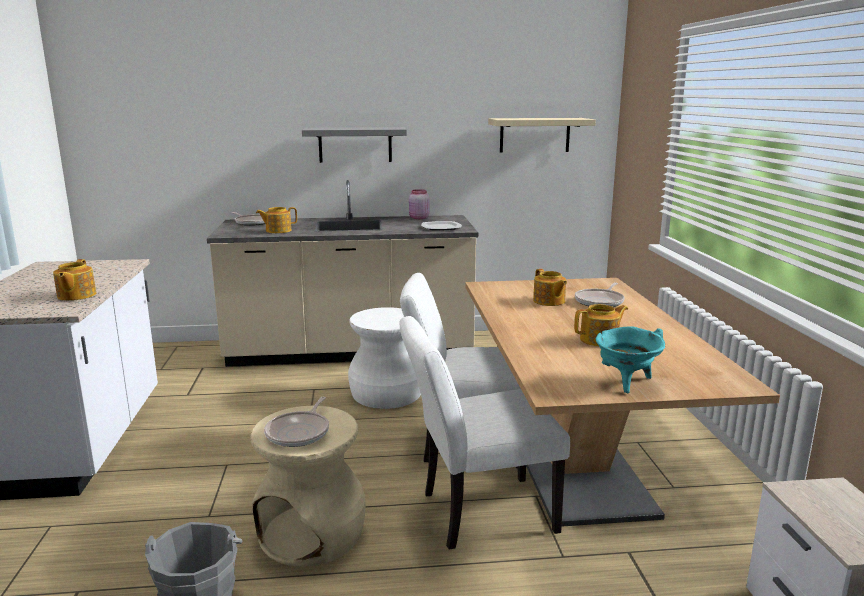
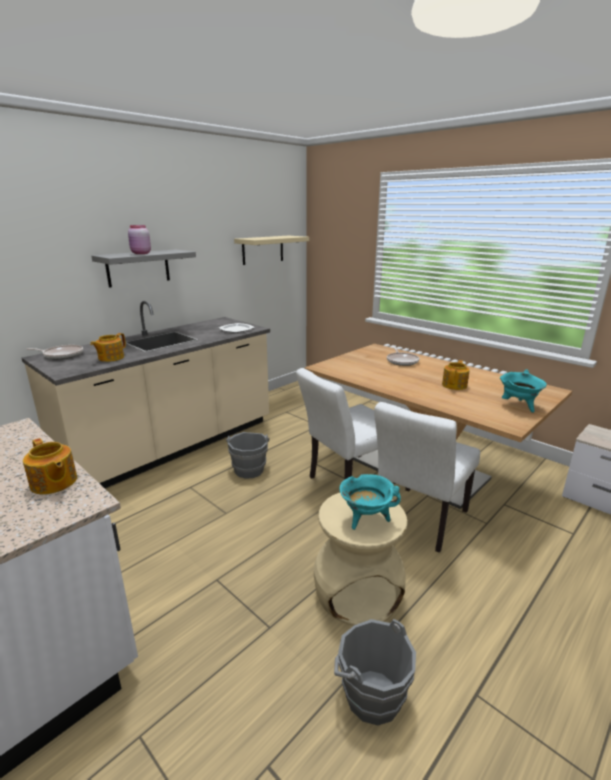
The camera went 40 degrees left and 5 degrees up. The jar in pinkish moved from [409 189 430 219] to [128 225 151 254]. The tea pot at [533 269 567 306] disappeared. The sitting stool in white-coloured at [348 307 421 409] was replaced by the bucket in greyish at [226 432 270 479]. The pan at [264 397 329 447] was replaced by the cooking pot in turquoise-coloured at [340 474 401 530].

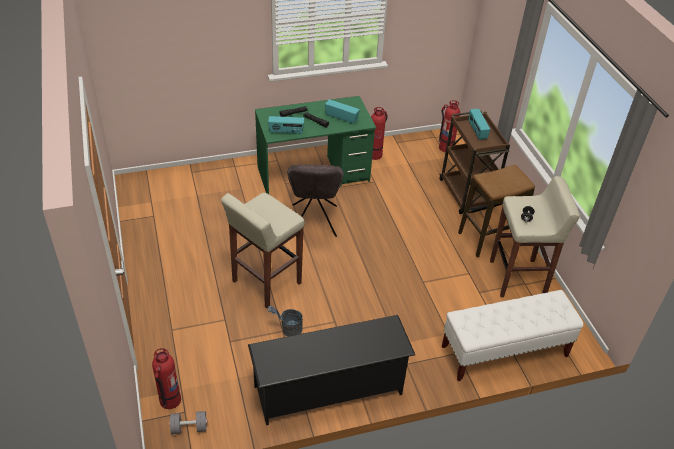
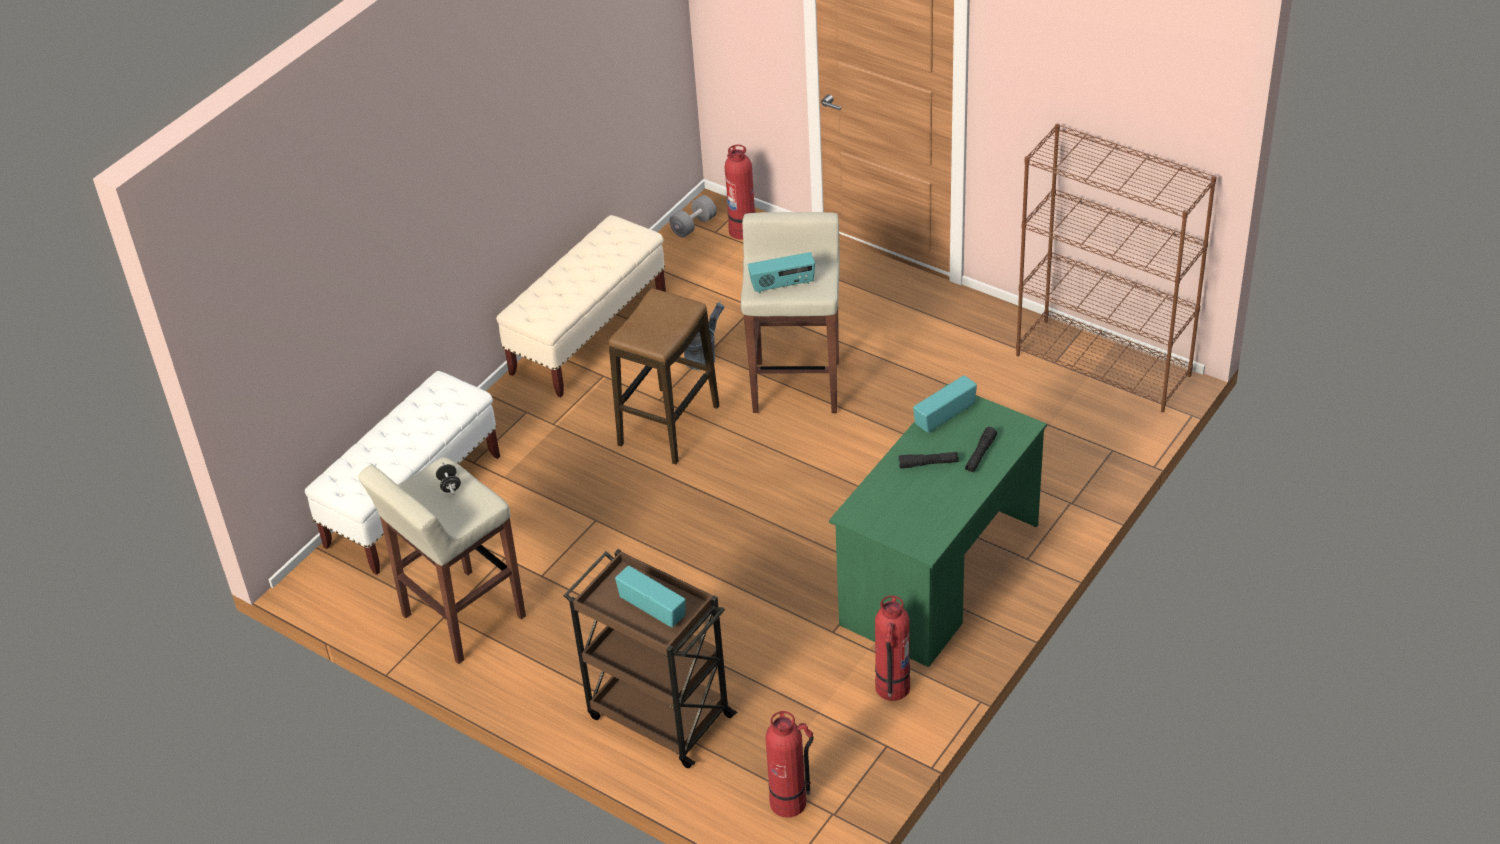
The camera went 145 degrees right and 0 degrees up. The radio set moved from [325 99 360 124] to [748 252 815 293]. The chair in greyish at [288 164 344 237] disappeared. The sitting stool moved from [458 164 535 257] to [609 288 720 464]. The shoe stand in blackish at [248 315 415 425] was replaced by the long seat in beige at [496 215 666 397]. The bookcase in brown-coloured at [1016 124 1217 412] appeared.

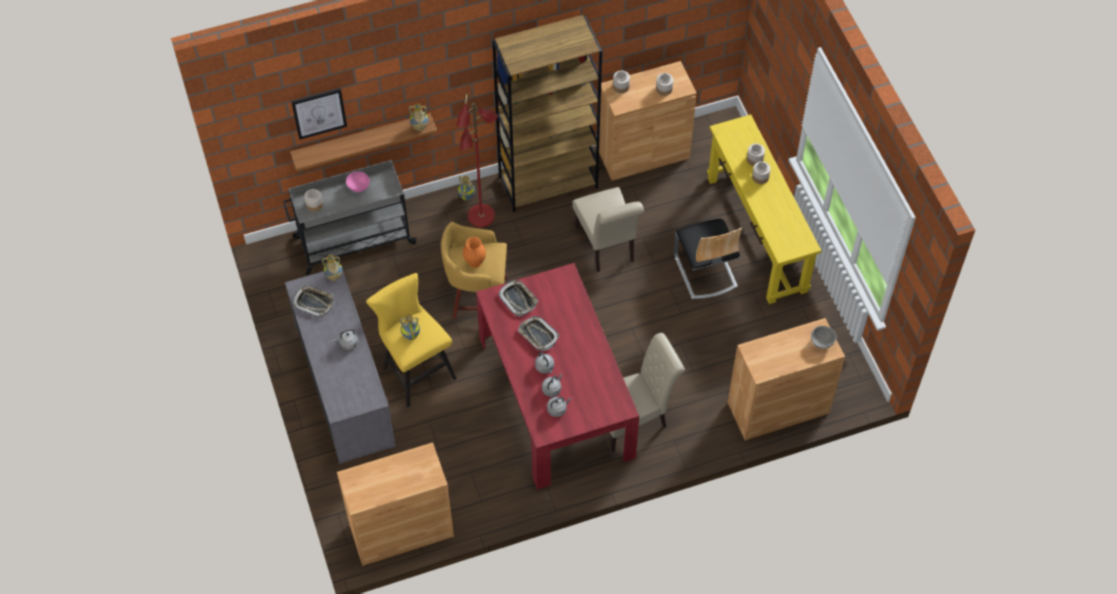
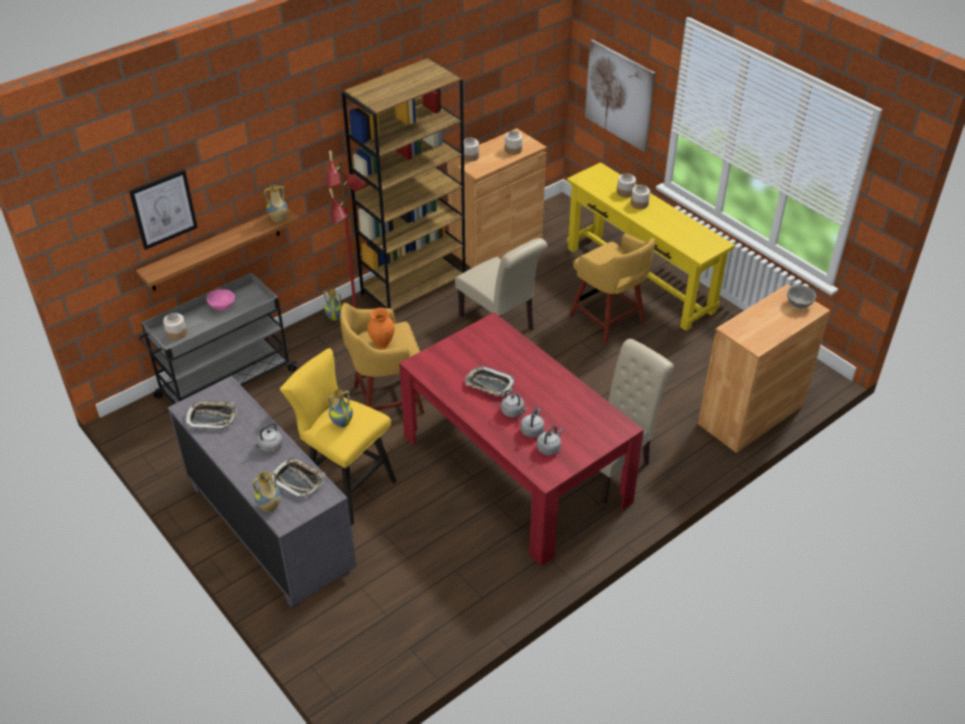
The camera went 20 degrees left and 15 degrees down. The chair at [674 219 742 299] was replaced by the sitting stool in yellow-coloured at [569 233 655 344]. The vase moved from [322 255 343 281] to [252 472 281 512]. The tray moved from [498 280 538 316] to [270 458 325 499]. The cupboard in brown-coloured at [337 442 454 566] disappeared. The wall art at [585 39 655 152] appeared.

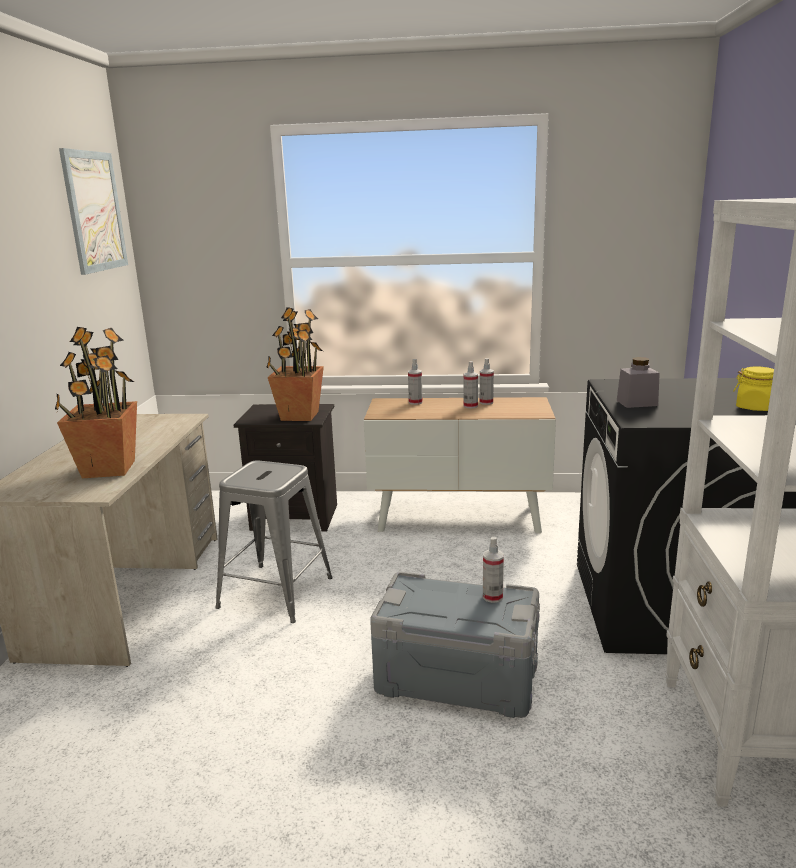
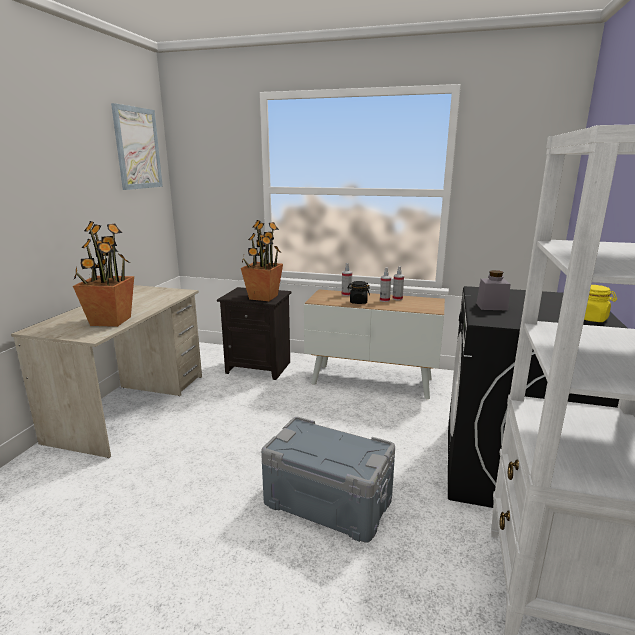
The camera went 10 degrees right and 0 degrees up. The sitting stool in greyish at [215 461 333 623] disappeared. The hand sprayer at [483 536 504 603] disappeared. The jar in blackish at [347 281 370 304] appeared.

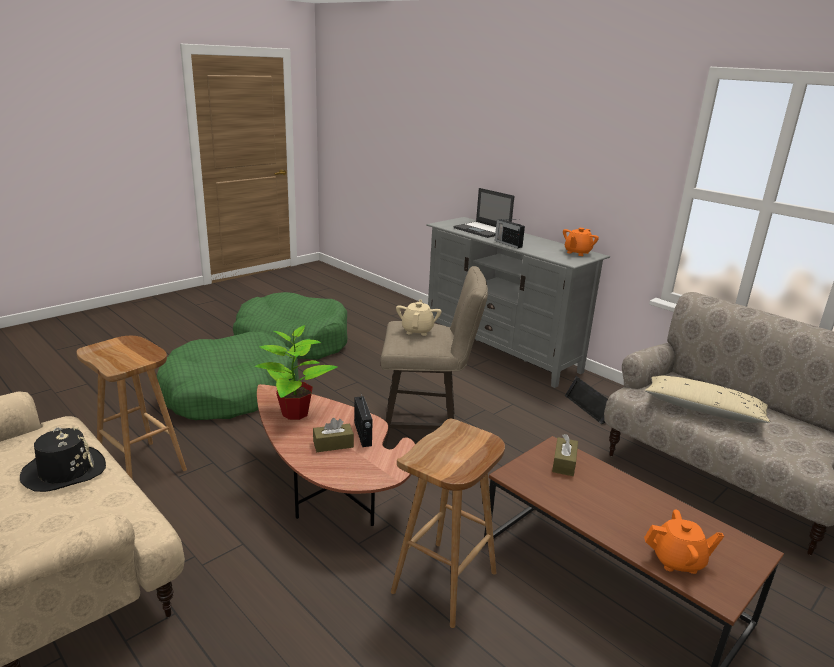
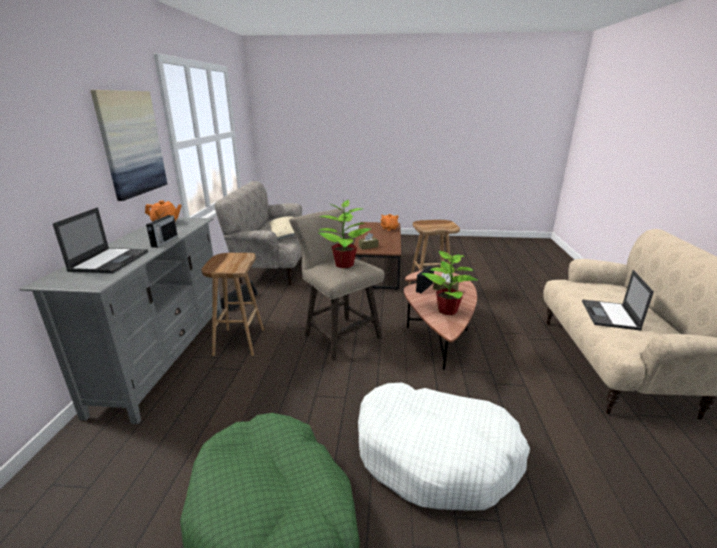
The camera went 130 degrees left and 0 degrees up. The tea pot in beige at [396 300 442 336] was replaced by the potted plant at [319 200 371 268]. The pet bed in greenish at [157 332 299 420] became the pet bed in white-coloured at [358 383 530 510]. The sitting stool in brown-coloured moved from [76 336 187 480] to [201 253 264 356]. The clothing hat in blackish at [20 427 106 492] was replaced by the notebook computer at [582 270 654 330]. The wall art at [90 90 167 201] appeared.

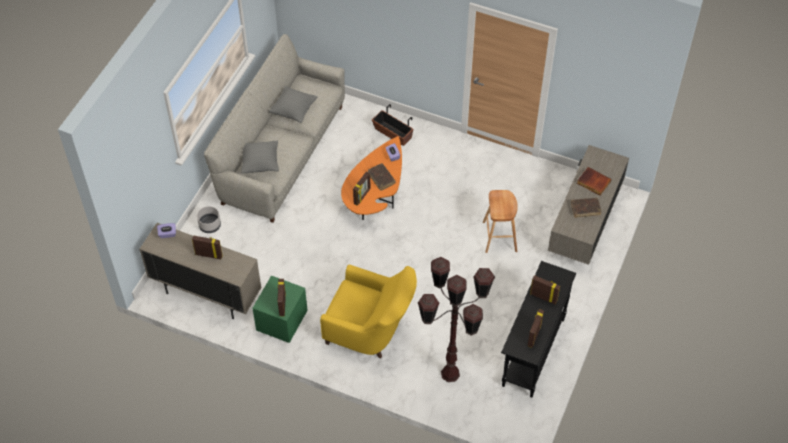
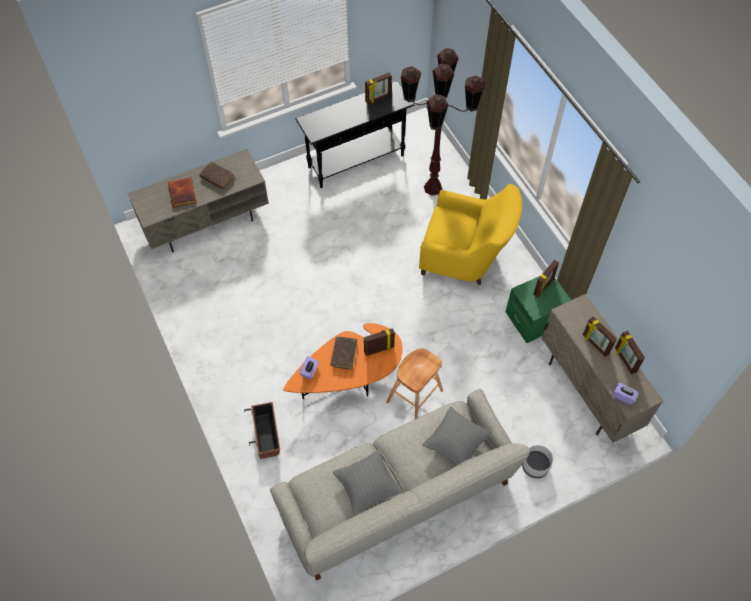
The camera went 140 degrees left and 5 degrees up. The sitting stool in brown-coloured moved from [483 190 518 253] to [386 348 443 419]. The easy chair in yellow-coloured at [320 265 417 358] turned 135 degrees clockwise. The standing frame moved from [530 275 560 305] to [615 331 645 374].

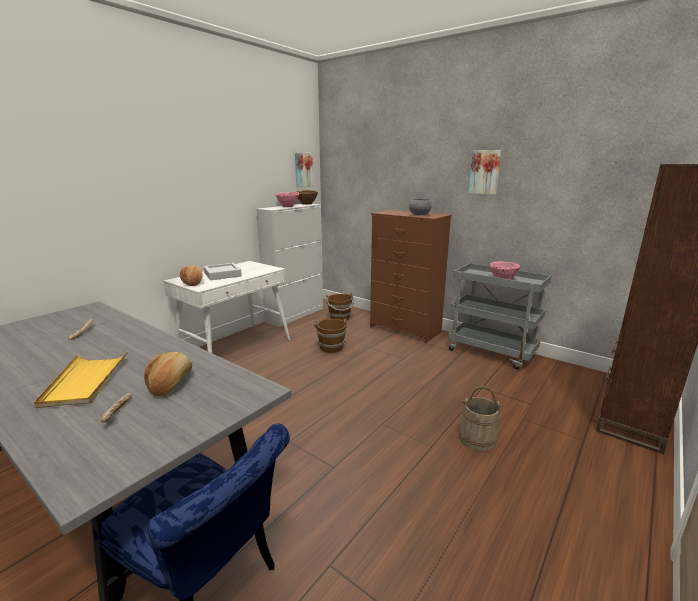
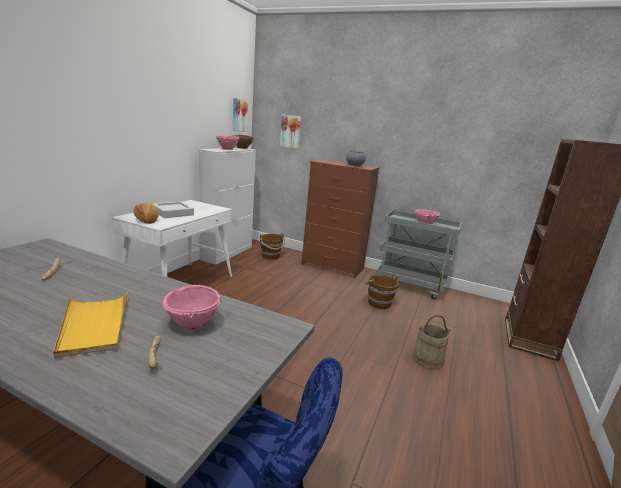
The camera went 15 degrees left and 0 degrees up. The wall art moved from [469 150 501 194] to [280 115 301 149]. The bucket in brown-coloured moved from [314 318 347 353] to [365 275 399 309]. The bakery bread at [144 352 192 397] was replaced by the deep dish in pinkish at [162 285 222 331].

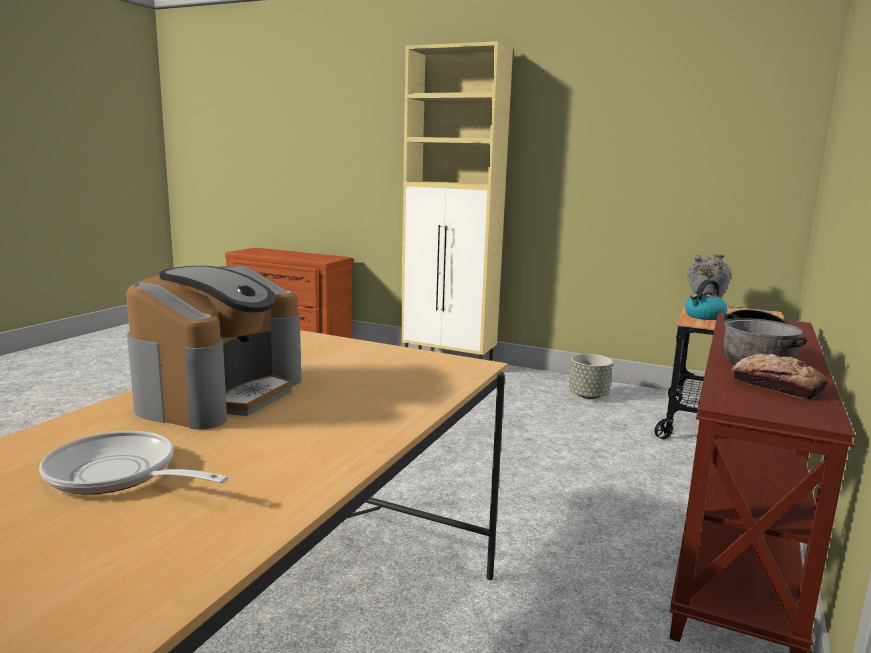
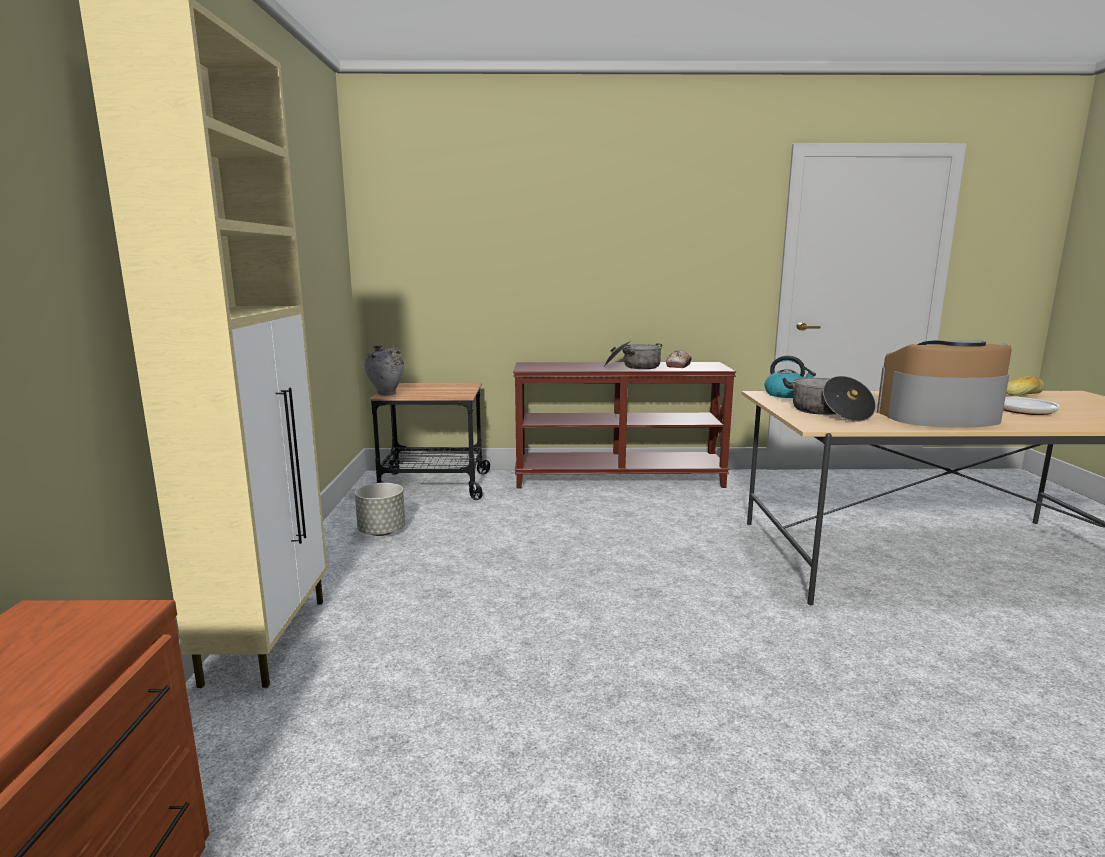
The camera went 115 degrees left and 0 degrees up. The water kettle moved from [685 279 727 320] to [765 356 816 398]. The cooking pot at [782 376 876 422] appeared. The bakery bread at [1006 376 1044 396] appeared.

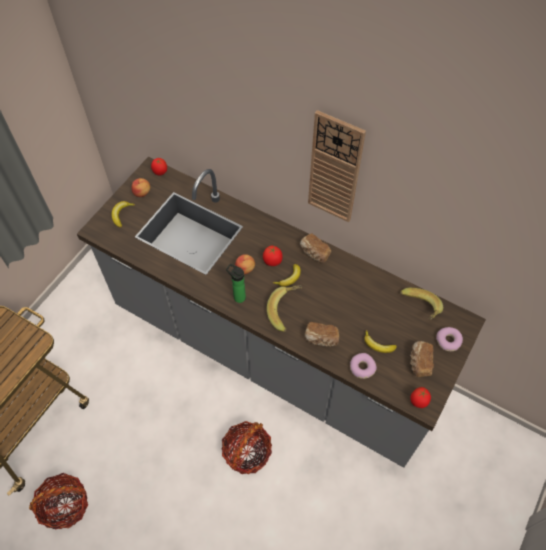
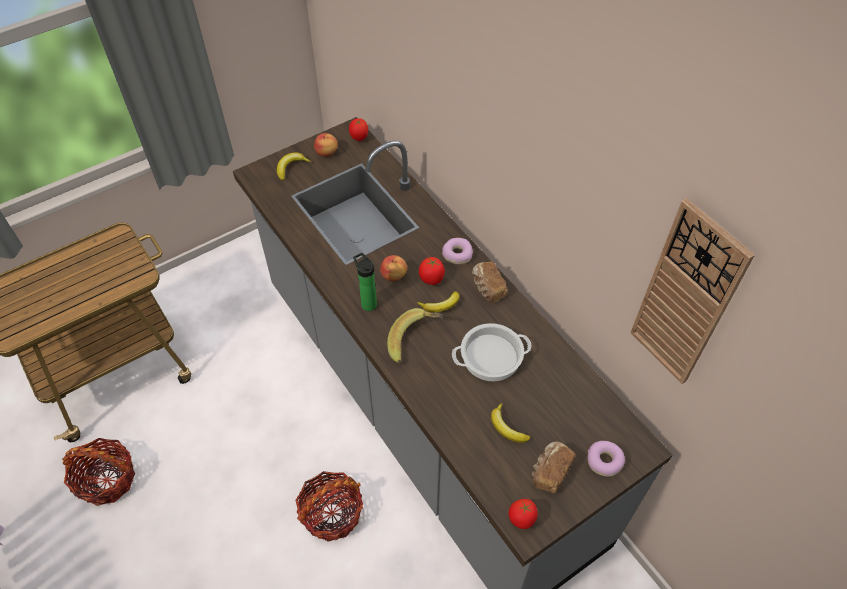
The camera went 25 degrees right and 5 degrees down. The wall clock moved from [308 110 366 222] to [630 198 755 384]. The whole banana at [400 288 443 319] disappeared. The bakery bread at [305 322 339 347] disappeared. The ring doughnut moved from [350 353 377 379] to [442 238 473 264]. The cooking pot at [452 323 532 381] appeared.

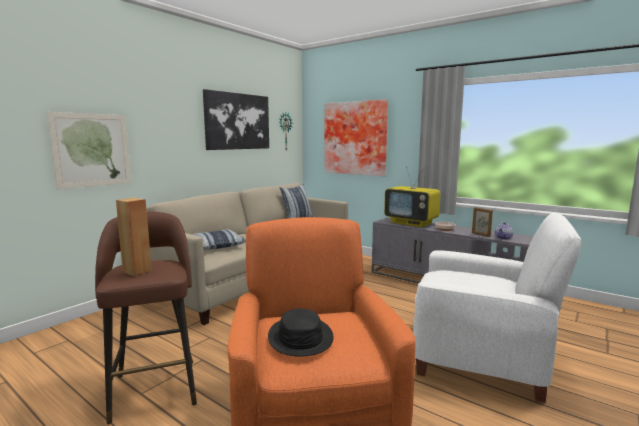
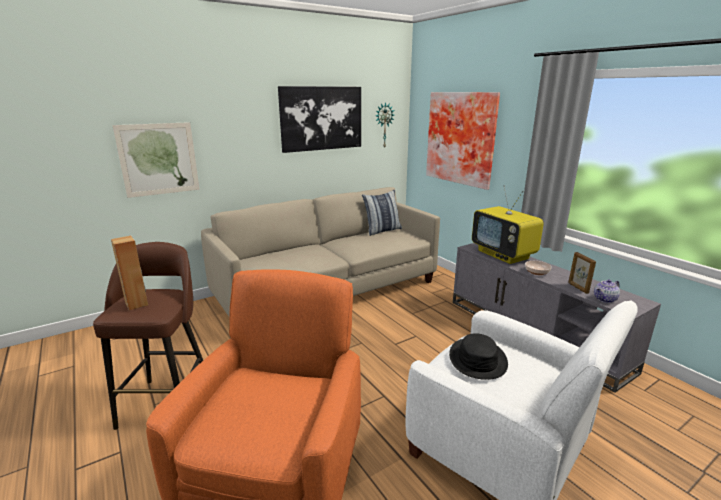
The camera went 20 degrees right and 10 degrees up. The cushion at [192 229 246 250] disappeared. The clothing hat in blackish moved from [268 308 334 357] to [449 333 508 380].

